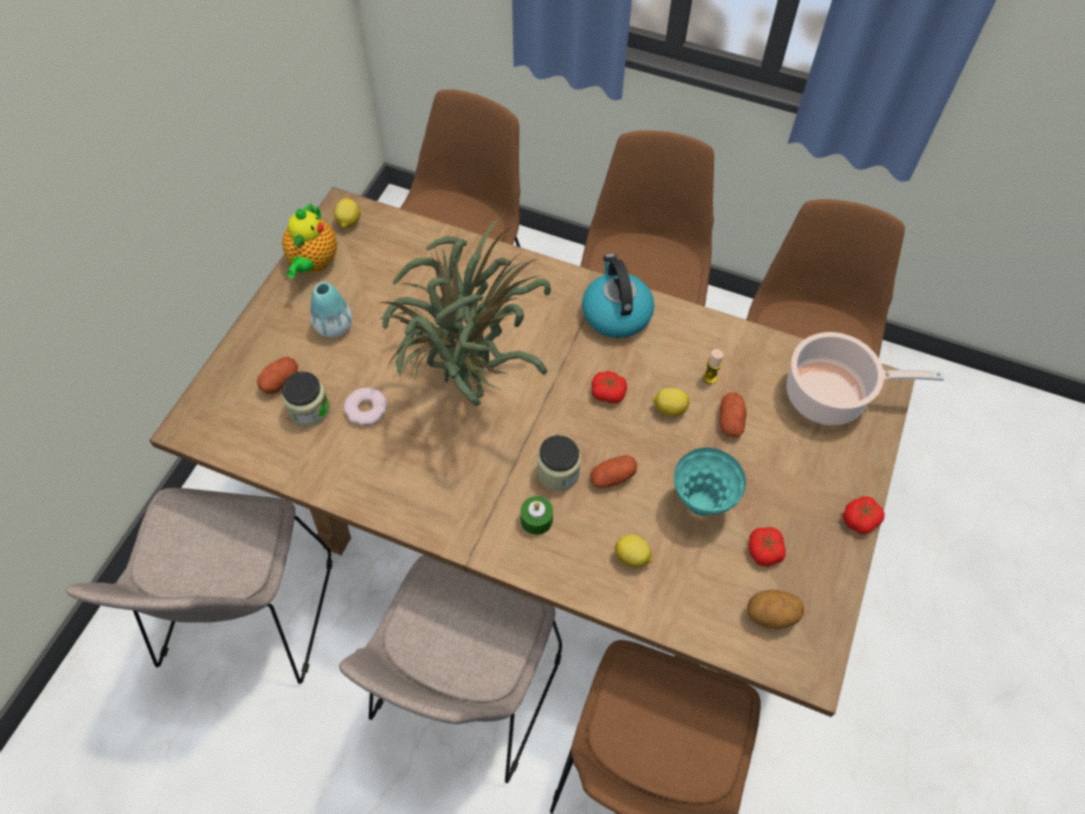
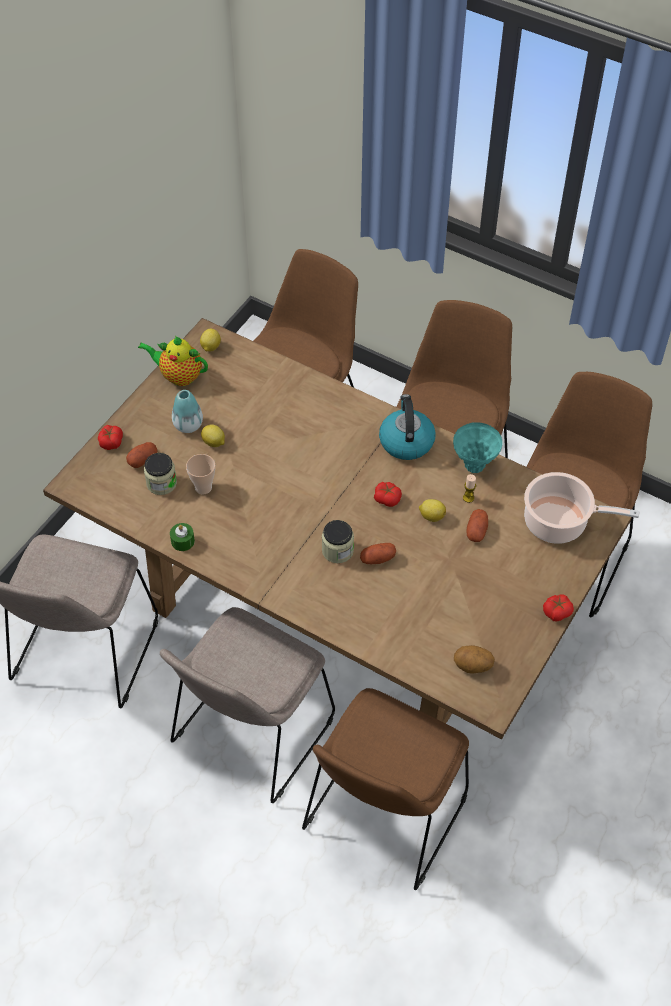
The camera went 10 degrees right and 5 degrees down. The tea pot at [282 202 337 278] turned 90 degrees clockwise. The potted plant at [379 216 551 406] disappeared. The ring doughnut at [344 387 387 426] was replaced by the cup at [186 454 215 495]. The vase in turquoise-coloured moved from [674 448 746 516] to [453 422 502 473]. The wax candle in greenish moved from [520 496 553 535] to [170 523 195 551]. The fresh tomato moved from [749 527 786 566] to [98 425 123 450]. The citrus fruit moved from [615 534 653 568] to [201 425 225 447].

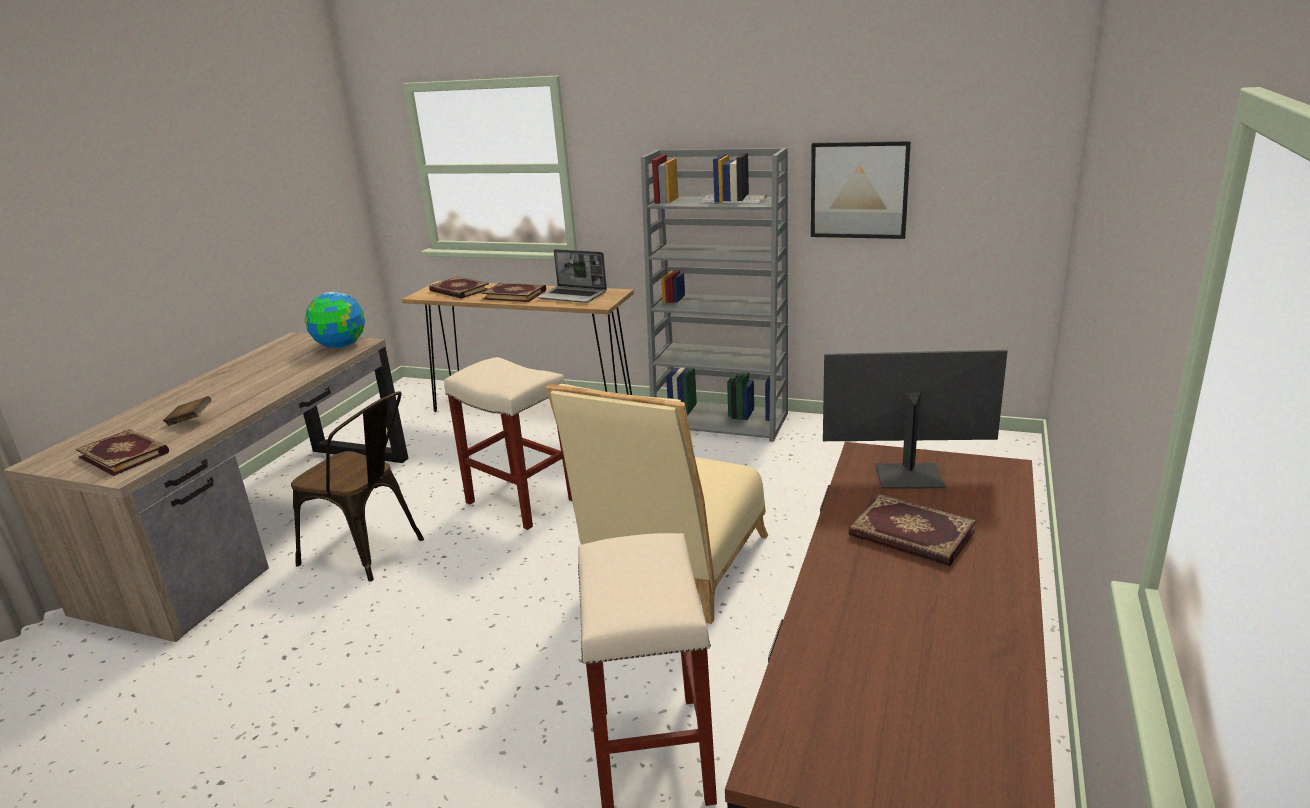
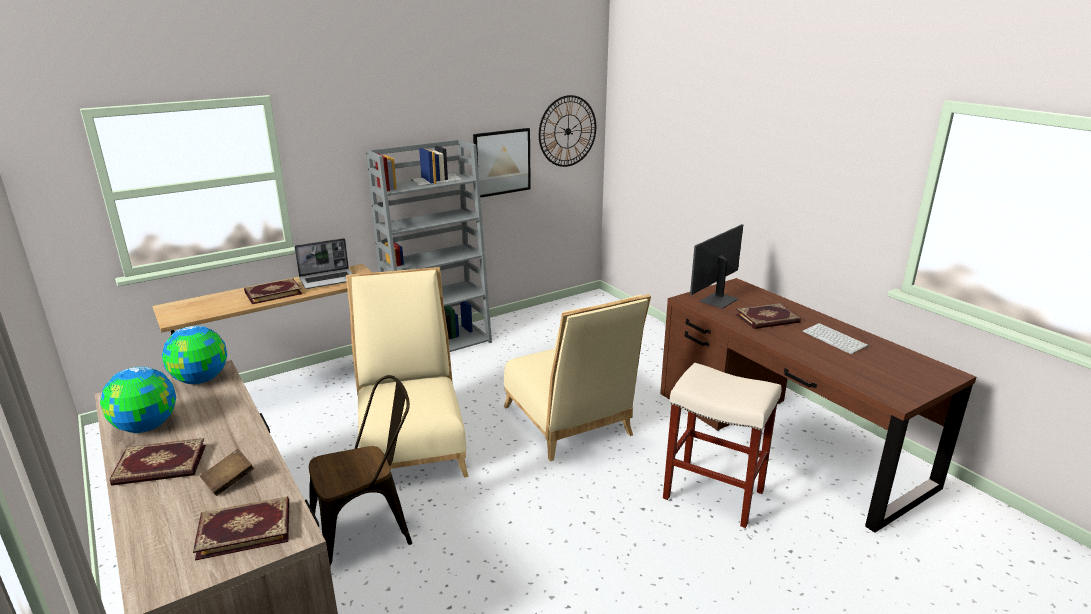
The camera went 55 degrees left and 0 degrees up. The bound book moved from [429 276 489 299] to [110 438 206 486]. The sitting stool in beige at [444 357 572 530] was replaced by the chair in beige at [346 267 469 477]. The wall clock at [539 95 596 167] appeared. The keyboard at [803 323 869 354] appeared. The globe at [100 366 176 433] appeared.

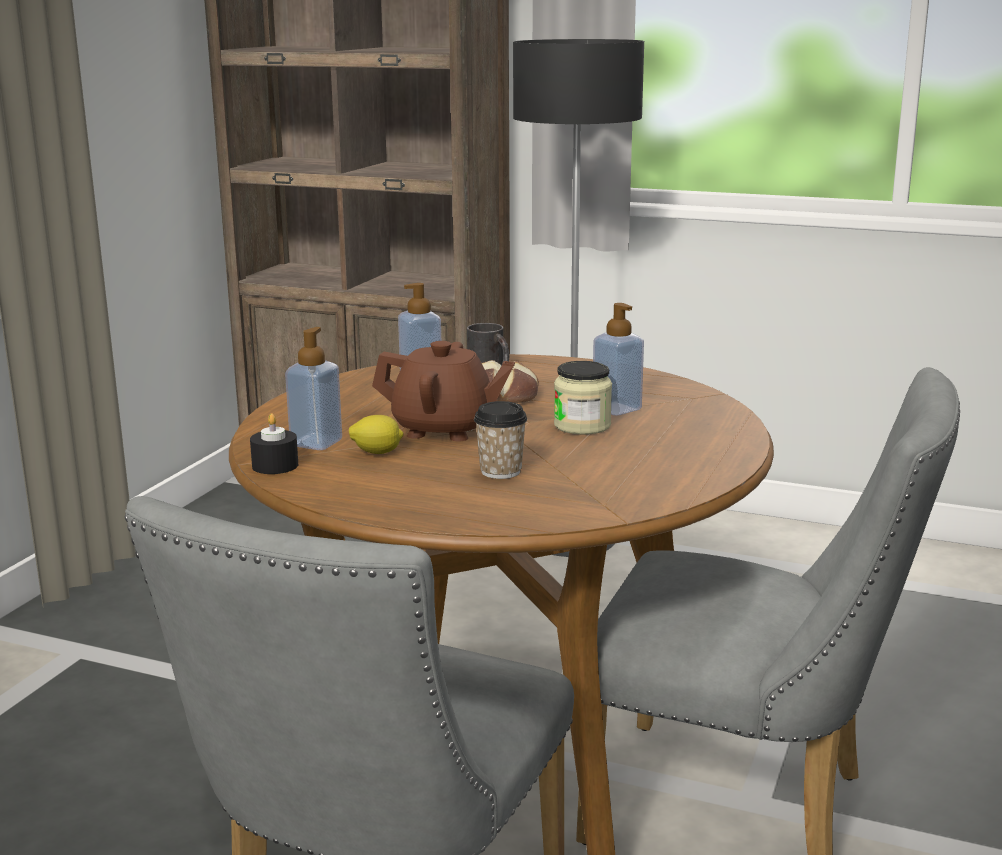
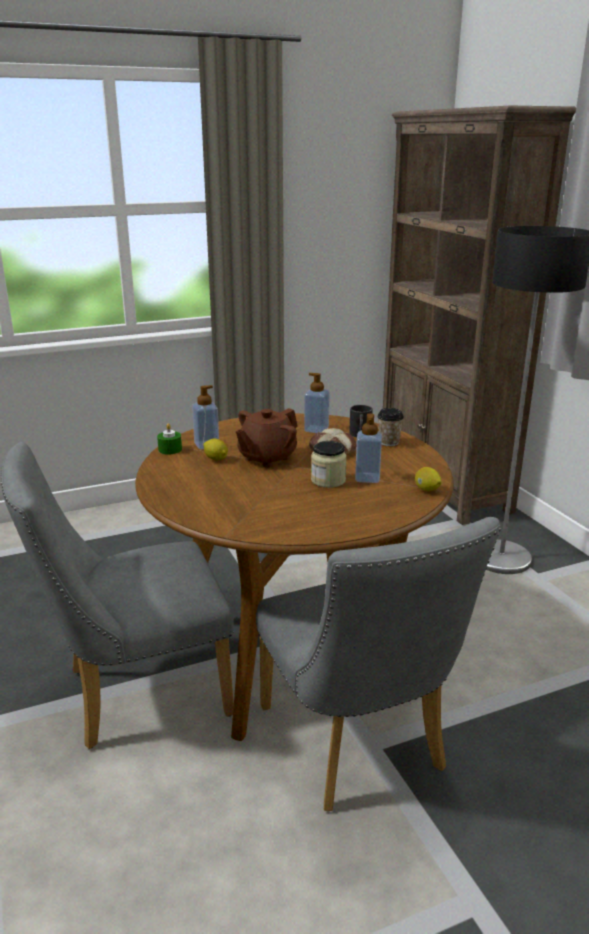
The camera went 45 degrees right and 5 degrees up. The tea pot in brown-coloured at [372 341 515 441] turned 75 degrees clockwise. The cup moved from [474 401 527 479] to [377 408 404 446]. The wax candle in blackish at [250 413 298 474] became the wax candle in greenish at [157 423 182 455]. The citrus fruit at [415 467 441 491] appeared.

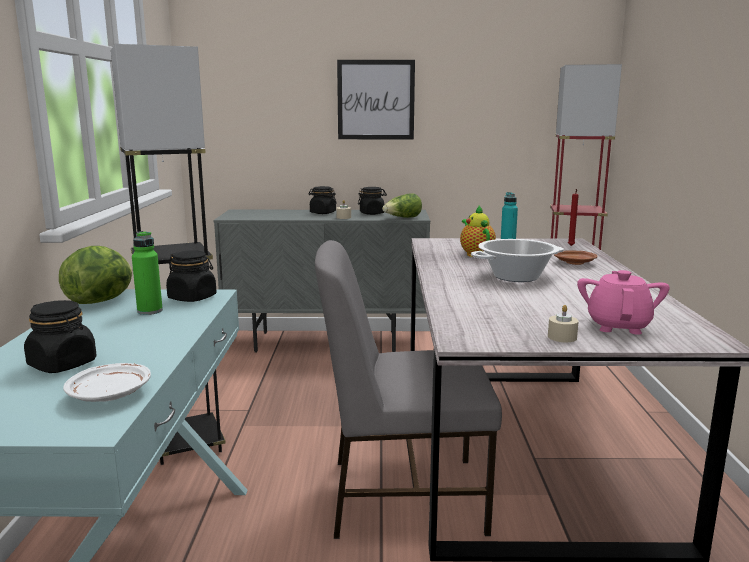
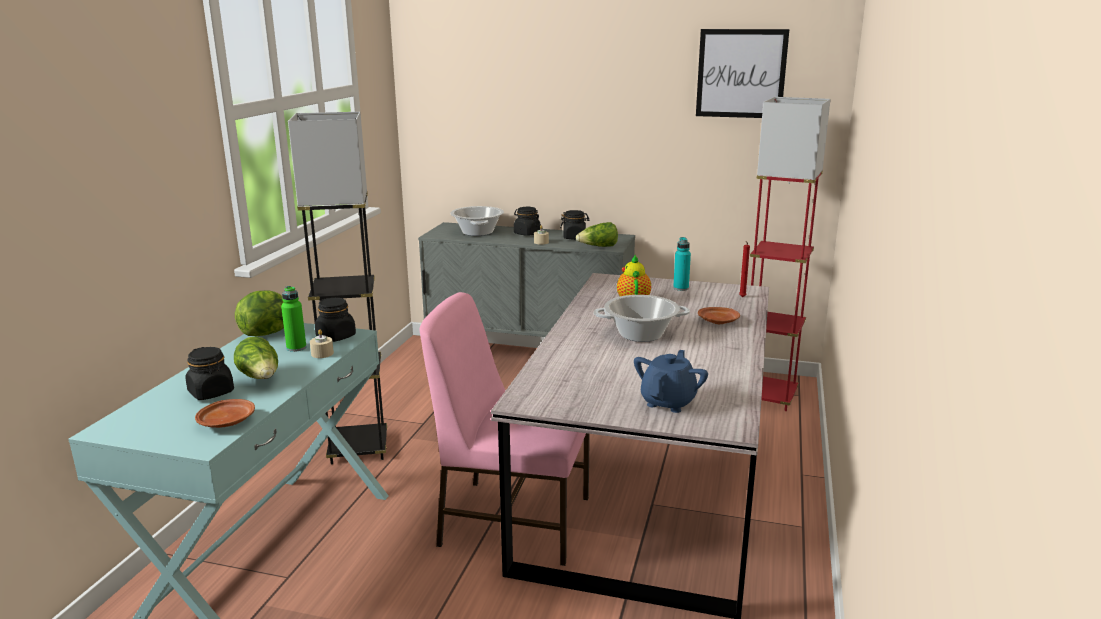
The camera went 15 degrees right and 5 degrees up. The wall art moved from [337 60 415 139] to [696 29 790 118]. The chair in greyish at [315 240 502 539] became the chair in pinkish at [420 292 590 566]. The tea pot in pinkish at [577 270 670 335] became the tea pot in bluish at [634 350 708 413]. The wax candle in beige moved from [548 305 579 342] to [310 329 334 358]. The plate in white-coloured at [63 363 151 402] became the plate in brown-coloured at [195 399 255 428]. The cooking pot at [450 206 504 236] appeared. The lettuce at [234 336 278 379] appeared.

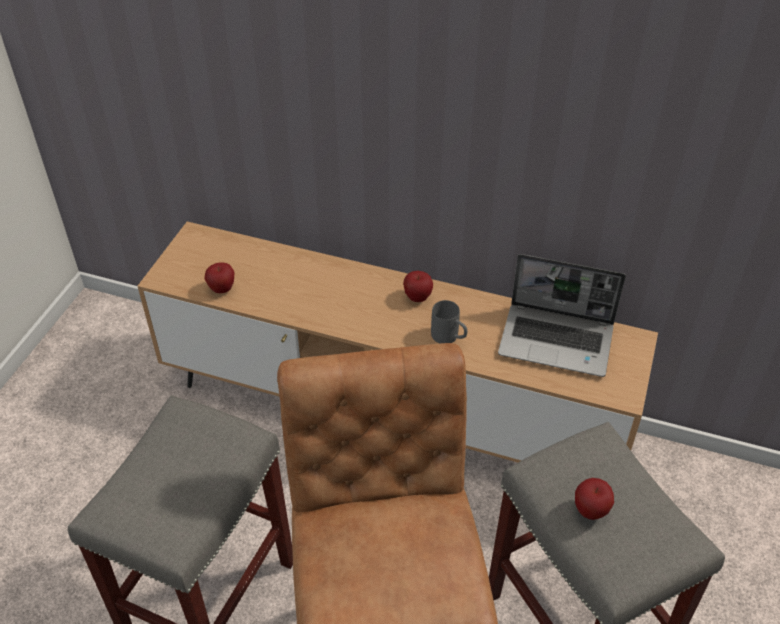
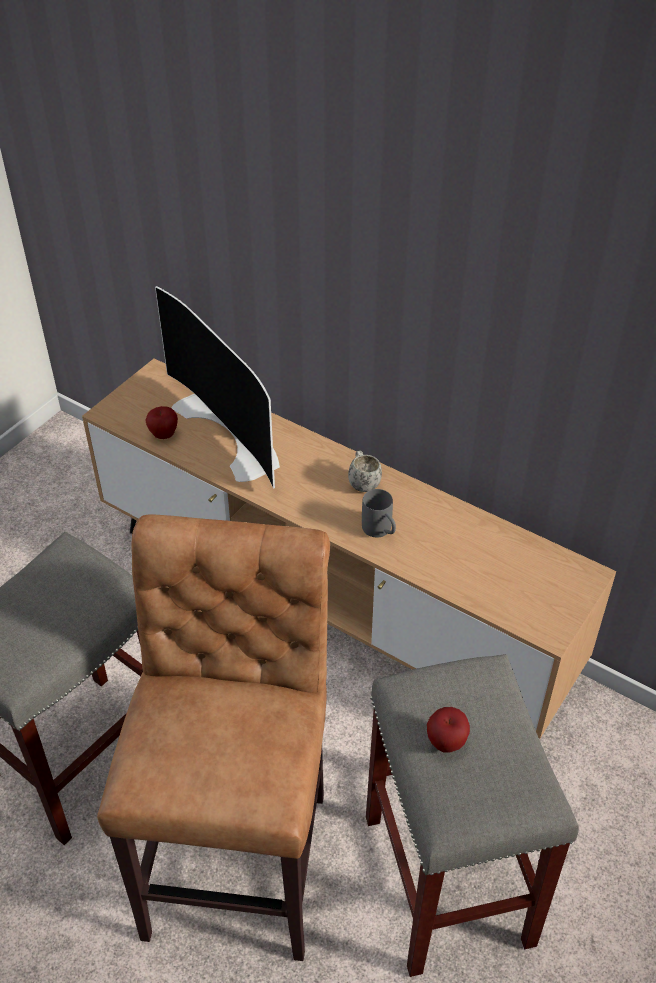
The camera went 15 degrees right and 0 degrees up. The notebook computer at [498 254 626 377] disappeared. The apple at [403 271 433 302] was replaced by the mug in white-coloured at [348 450 382 492]. The TV at [155 286 280 489] appeared.

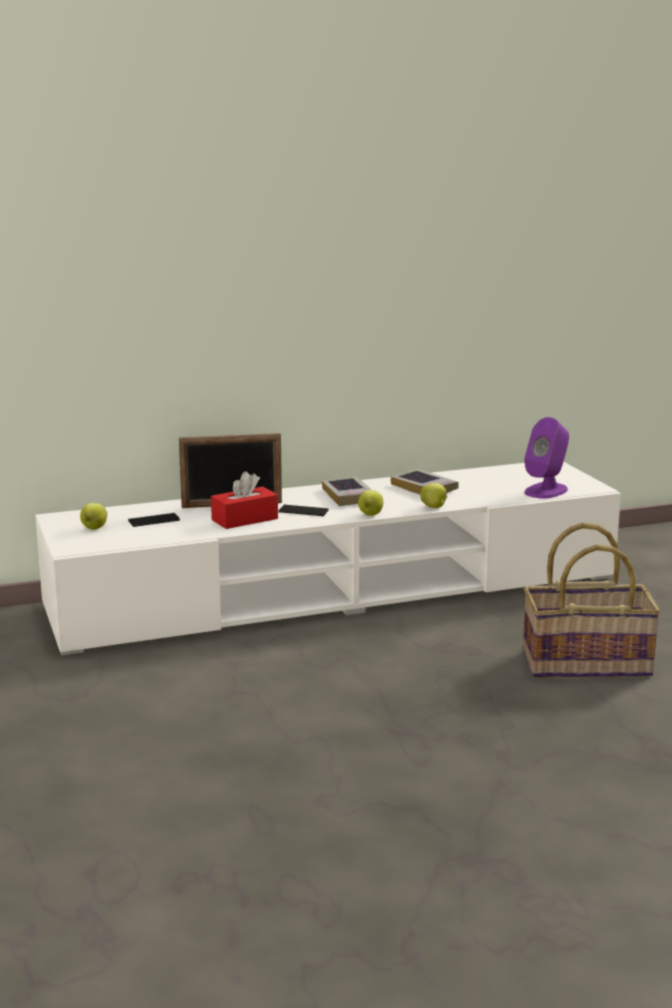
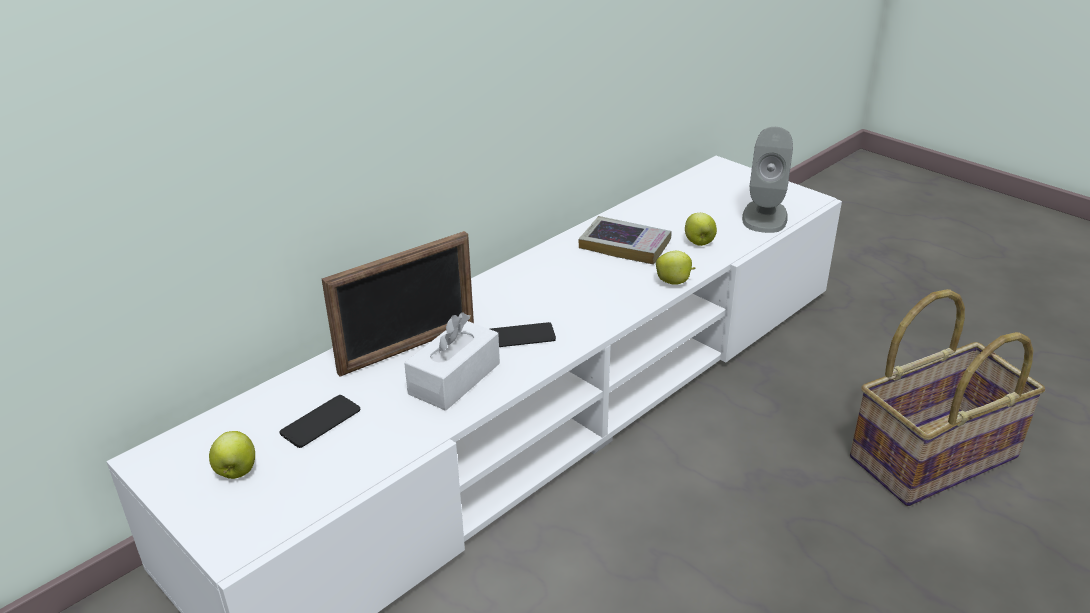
The camera went 25 degrees left and 15 degrees up. The loudspeaker in purplish at [524 417 569 499] became the loudspeaker in greyish at [742 127 793 233]. The box of tissues in red at [211 471 278 529] became the box of tissues in white-coloured at [404 312 500 411]. The bound book at [322 476 372 506] disappeared. The apple moved from [358 490 383 516] to [685 213 717 246].

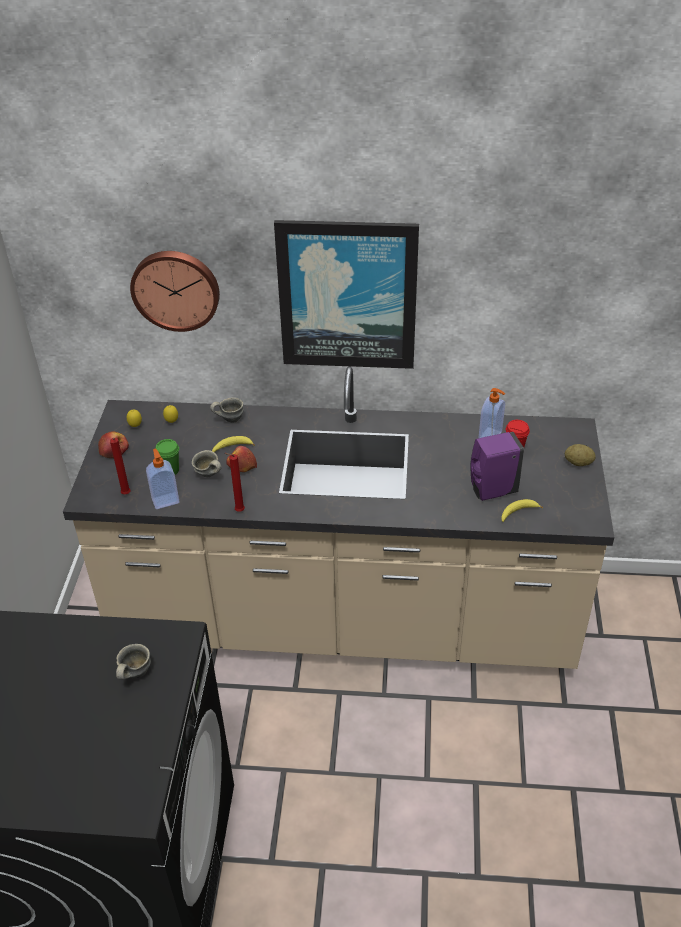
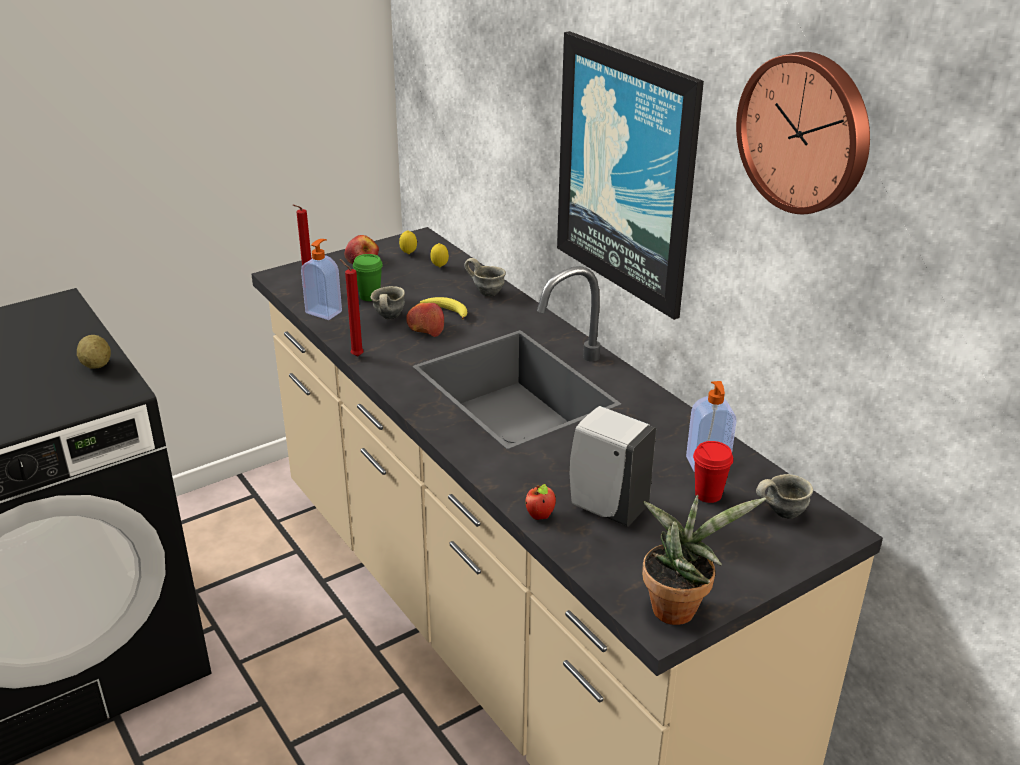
The camera went 50 degrees right and 10 degrees down. The wall clock moved from [130 251 220 332] to [736 52 870 214]. The liquid soap bottle in purplish at [470 432 524 501] became the liquid soap bottle in white-coloured at [570 406 656 527]. The spud moved from [565 444 595 466] to [77 335 111 369]. The whole banana at [501 499 543 522] disappeared. The mug in greyish moved from [116 644 151 680] to [756 474 813 519]. The apple at [525 484 556 520] appeared. The potted plant at [642 495 766 625] appeared.

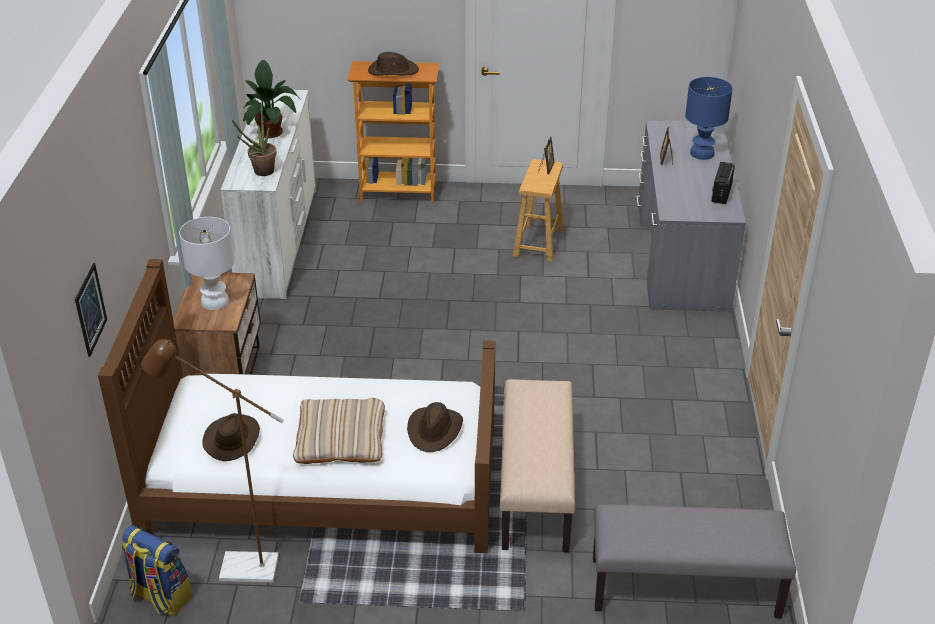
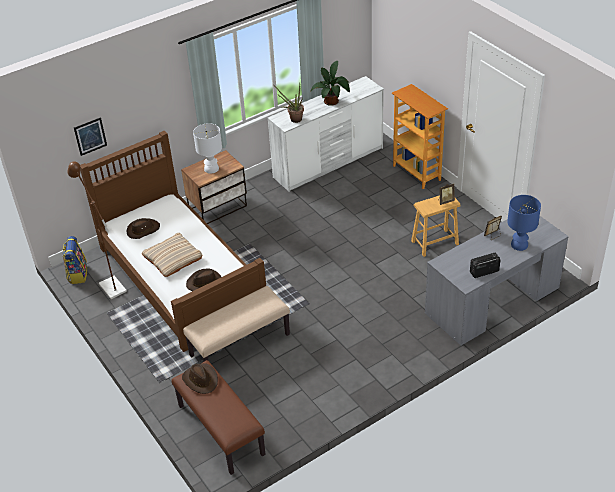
The camera went 55 degrees right and 5 degrees up. The clothing hat in brown-coloured moved from [368 52 419 76] to [182 363 218 394]. The long seat in greyish at [593 504 796 618] became the long seat in brown-coloured at [172 360 266 475].

